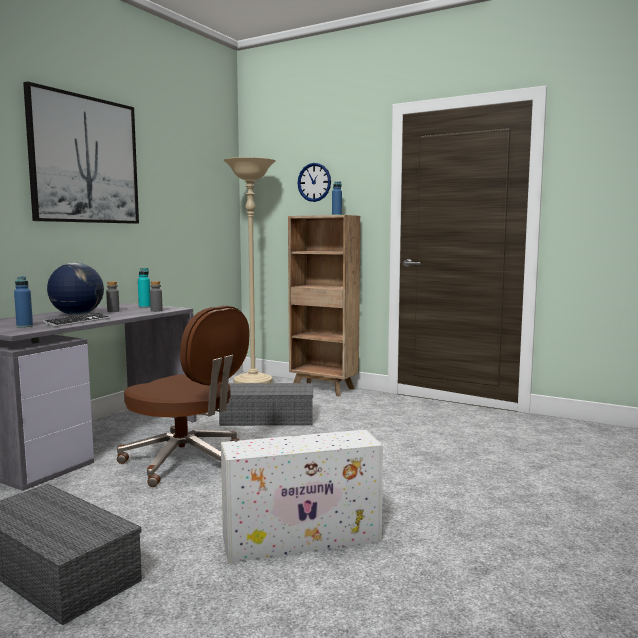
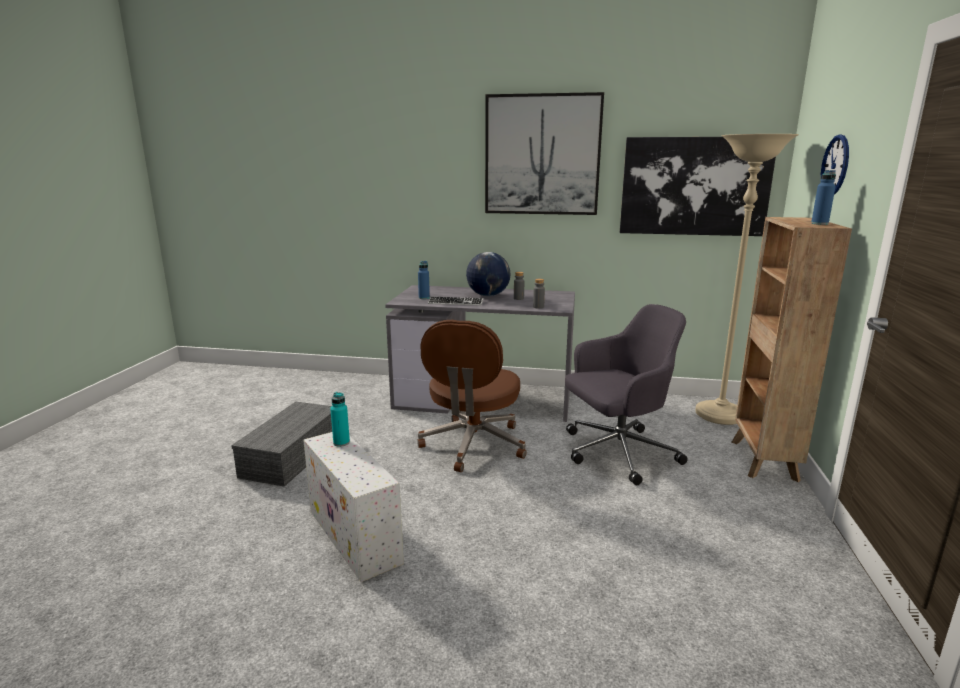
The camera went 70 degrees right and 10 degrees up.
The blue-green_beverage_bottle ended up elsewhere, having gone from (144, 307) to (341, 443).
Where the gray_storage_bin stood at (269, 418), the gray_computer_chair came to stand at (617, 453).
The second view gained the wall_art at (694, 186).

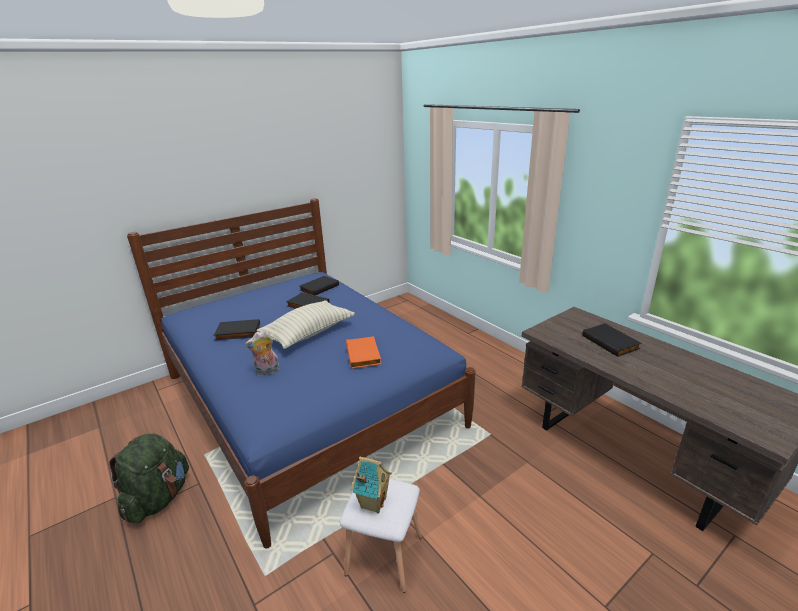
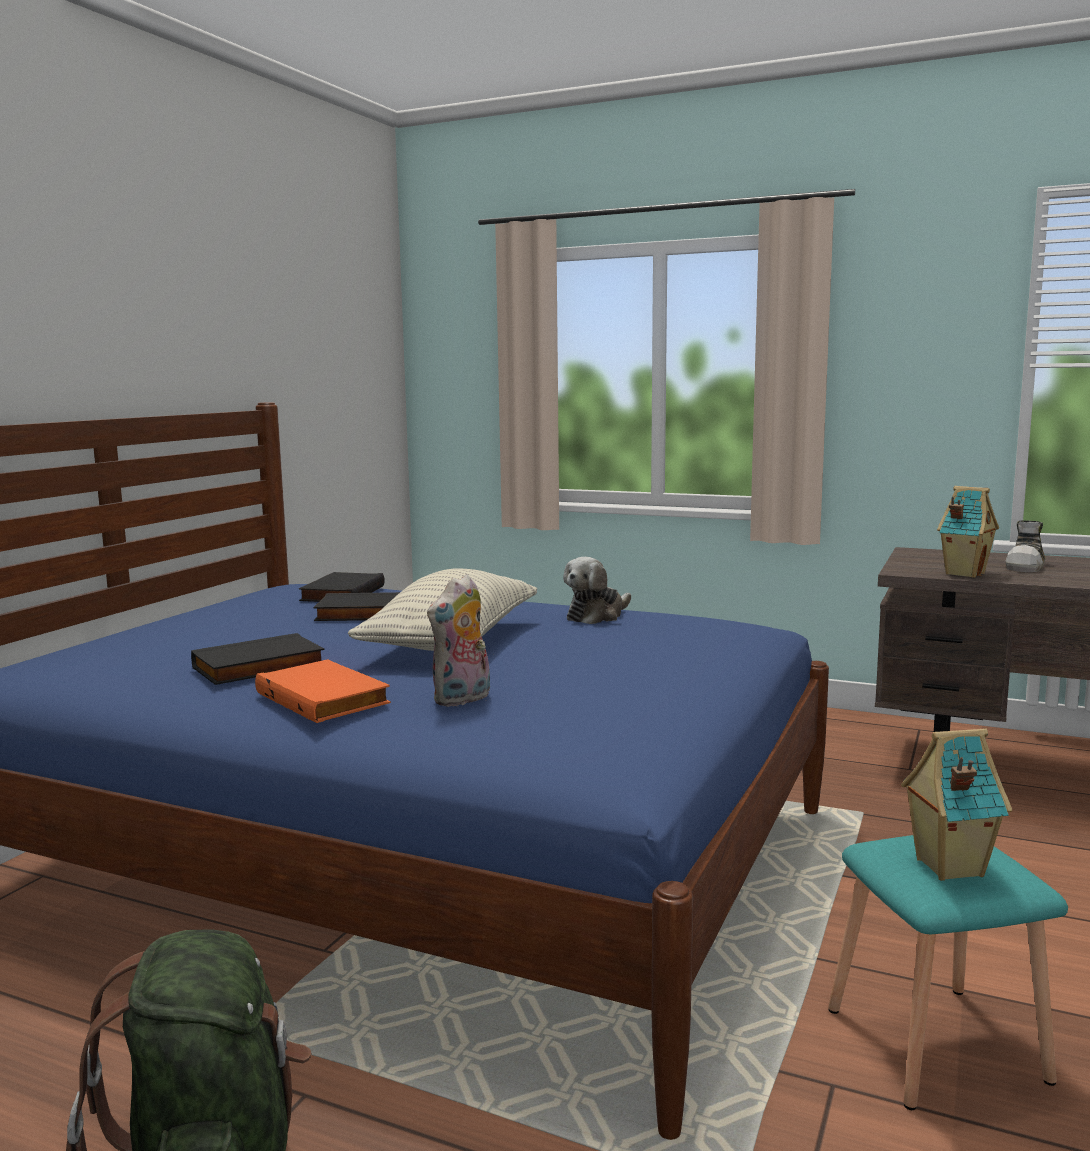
The camera went 30 degrees left and 15 degrees down.
The orange-coloured_book ended up elsewhere, having gone from (364, 354) to (325, 698).
The second view gained the cuddly_toy at (597, 616).
What was the white-coloured_stool_seat at (385, 554) turned into the blue-green_stool_seat at (937, 1042).
The second view gained the toy_house at (964, 573).
Where the black_book stood at (611, 342), the shoe came to stand at (1026, 566).

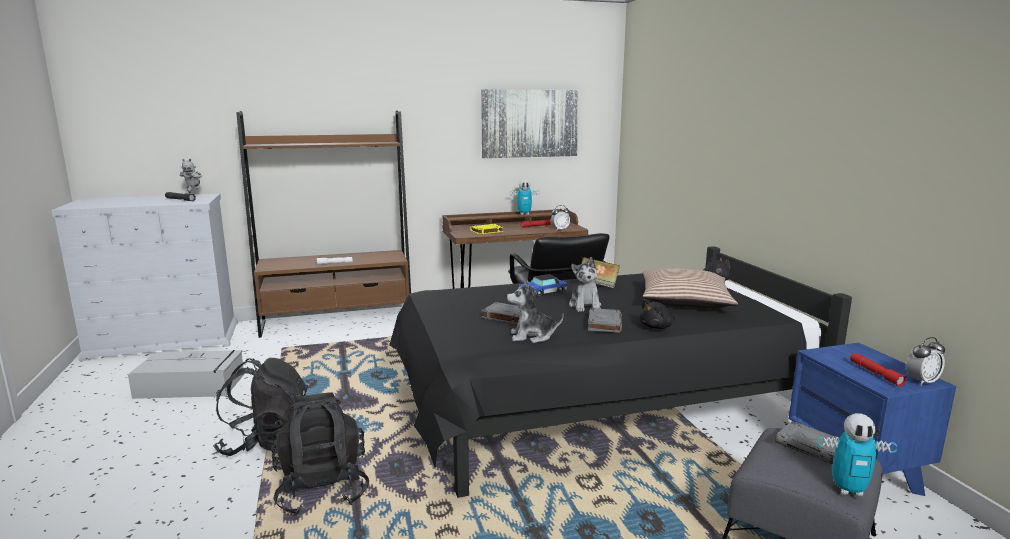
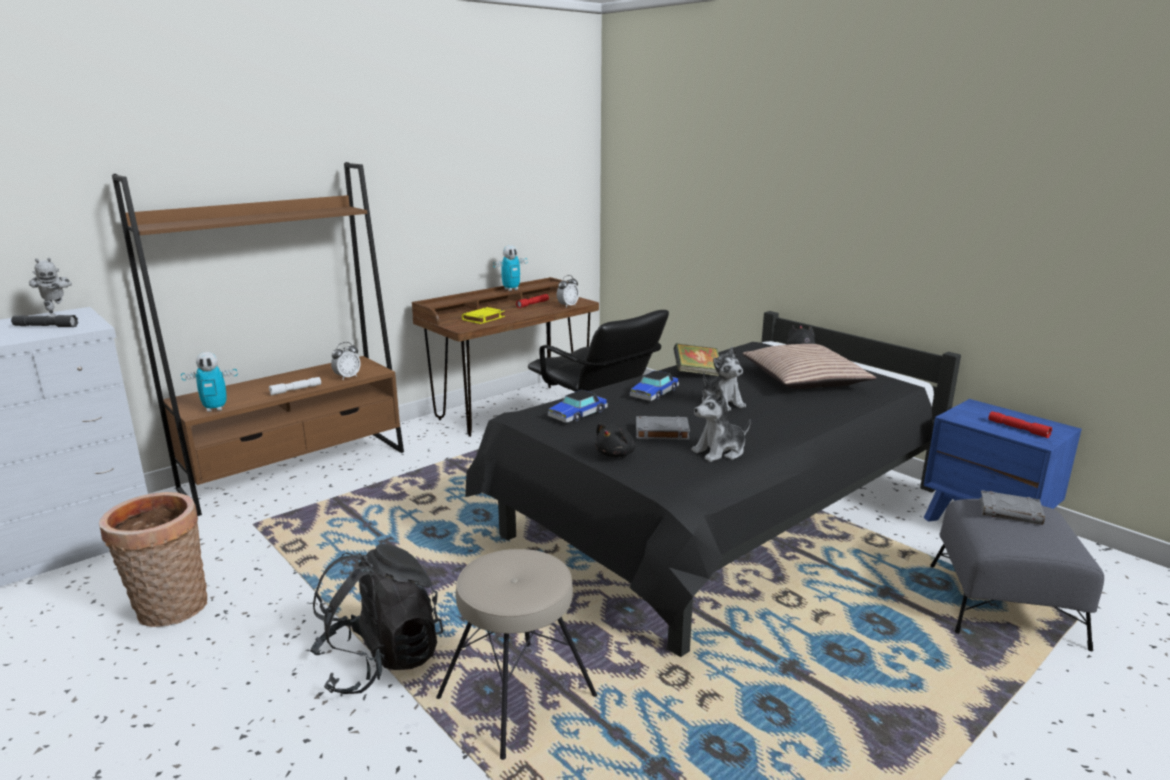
The camera went 25 degrees left and 5 degrees up.
Where the gray_storage_bin stood at (192, 385), the storage_basket came to stand at (170, 611).
The model_robot ended up elsewhere, having gone from (849, 490) to (215, 409).
The alarm_clock ended up elsewhere, having gone from (922, 381) to (347, 377).
Where the black_rucksack stood at (322, 489), the beige-coloured_stool_seat came to stand at (518, 697).
The second view gained the miniature_car at (578, 414).
The black_cuddly_toy ended up elsewhere, having gone from (657, 327) to (616, 454).
The second view lost the wall_art at (530, 123).
The second view lost the gray_book at (604, 324).

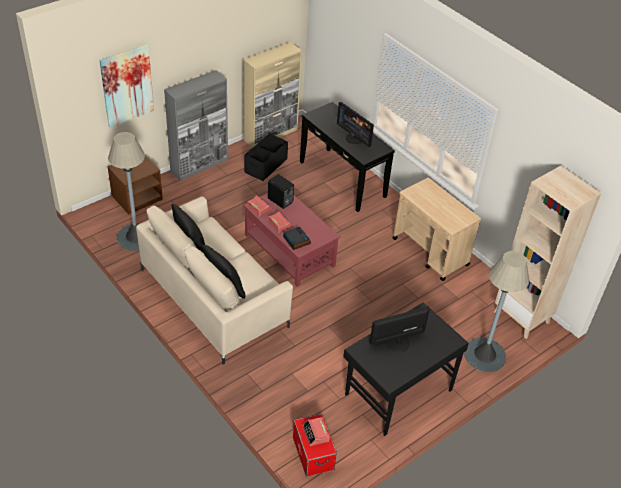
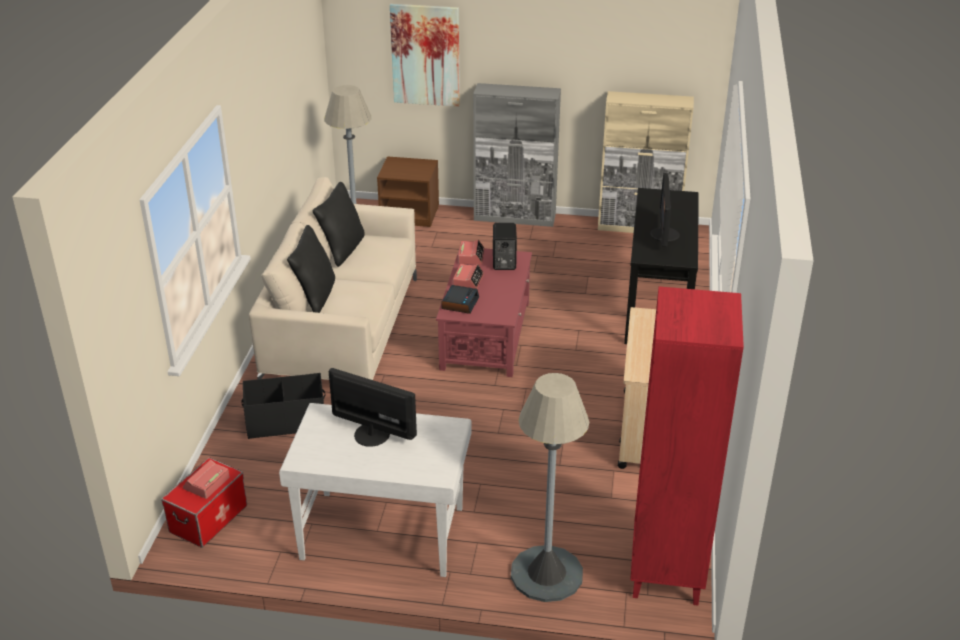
The camera went 50 degrees right and 10 degrees down.
The black_storage_bin ended up elsewhere, having gone from (265, 166) to (286, 421).
What was the black_desk_unit at (397, 392) turned into the white-coloured_desk_unit at (382, 532).
What was the beige-coloured_shelving_unit at (522, 317) turned into the red-coloured_shelving_unit at (667, 573).

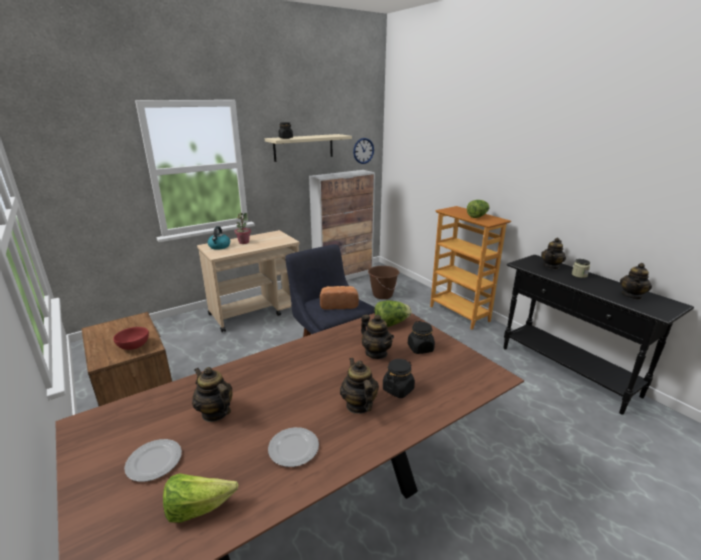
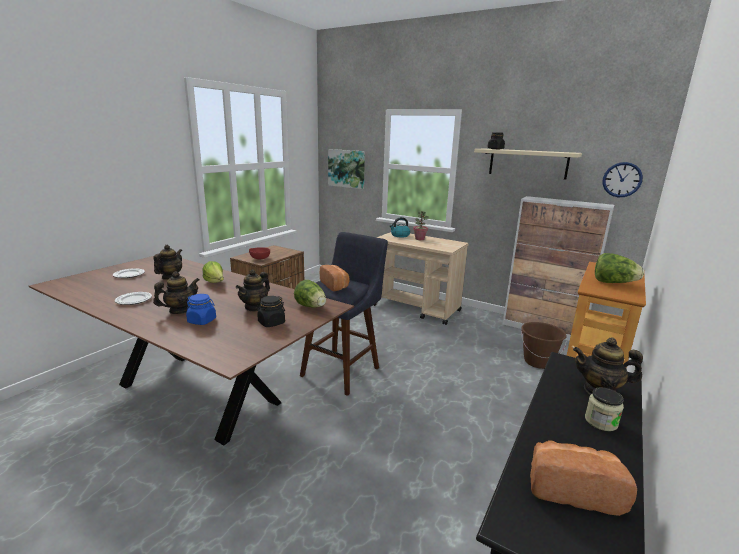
The camera went 65 degrees right and 5 degrees down.
What was the black_preserve_jar at (398, 389) turned into the blue_preserve_jar at (202, 321).
The head_of_lettuce ended up elsewhere, having gone from (198, 508) to (215, 283).
The second view gained the wall_art at (347, 168).
Where the pot_for_tea stood at (632, 296), the bread came to stand at (572, 489).

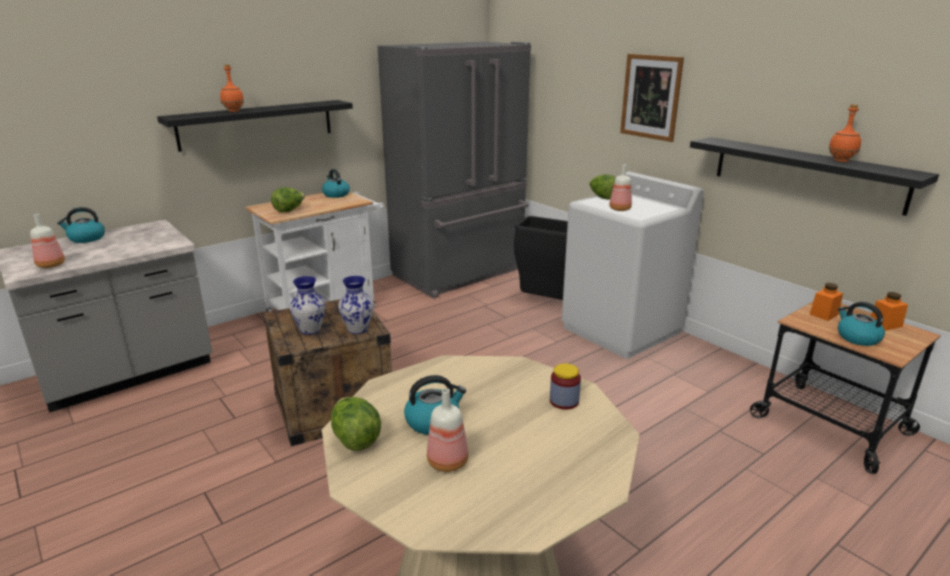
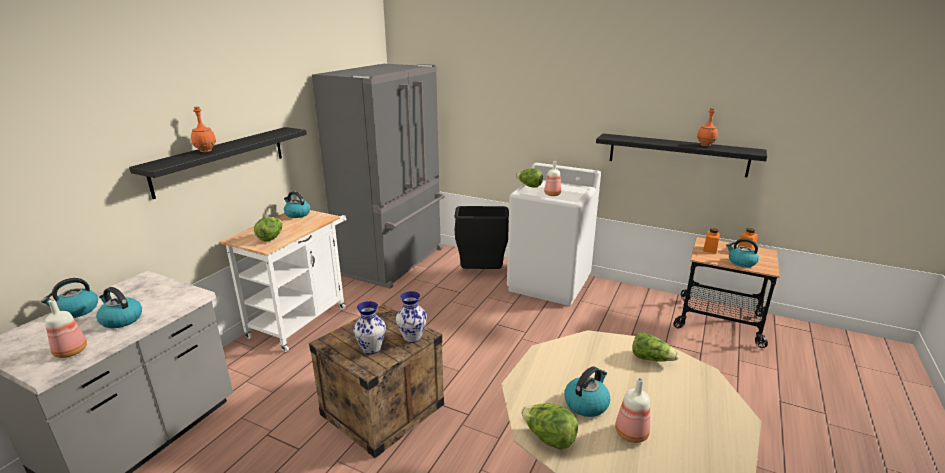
The camera went 25 degrees left and 0 degrees up.
The second view gained the water_kettle at (121, 320).
Where the preserve_jar stood at (564, 401), the head_of_lettuce came to stand at (651, 358).
The second view lost the wall_art at (651, 97).

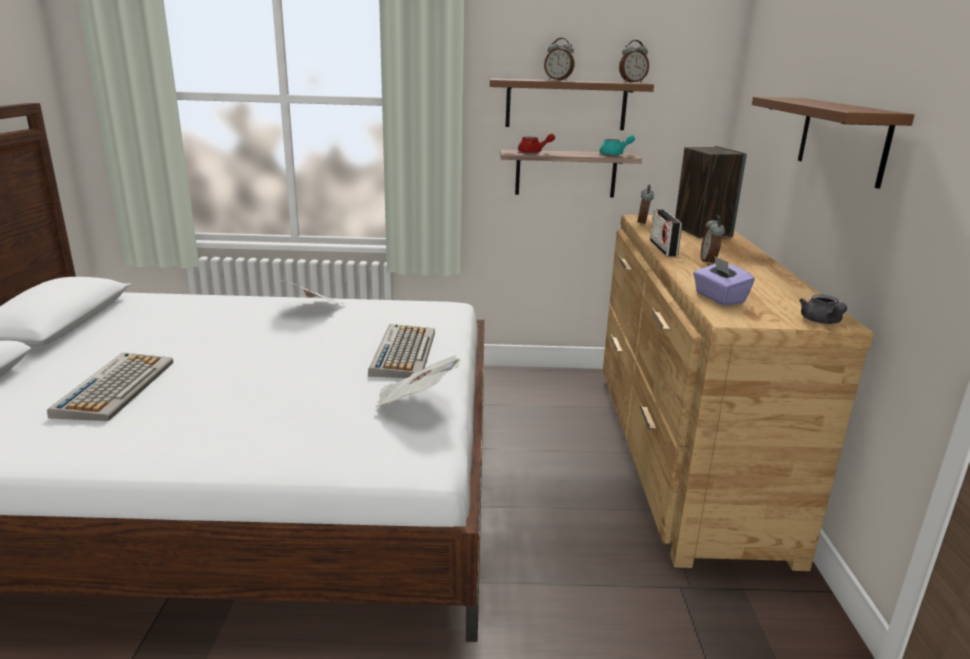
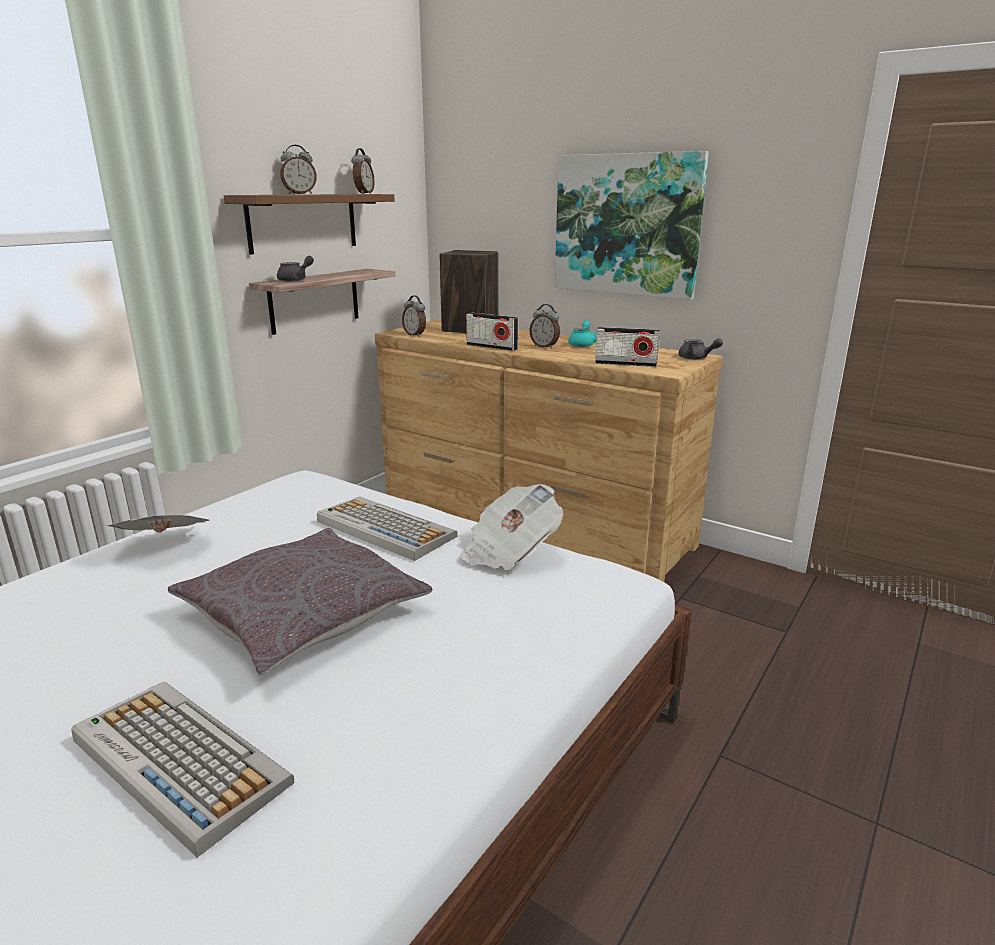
The camera went 55 degrees left and 0 degrees up.
The second view gained the gray_pillow at (303, 614).
What was the red-coloured_pot_for_tea at (533, 152) turned into the gray_pot_for_tea at (296, 280).
Where the brownish_bracket_shelf hung at (842, 139), the wall_art came to hang at (627, 225).
The blue-green_pot_for_tea ended up elsewhere, having gone from (615, 154) to (582, 344).
Where the purple_box_of_tissues stood at (719, 298), the radio came to stand at (625, 364).

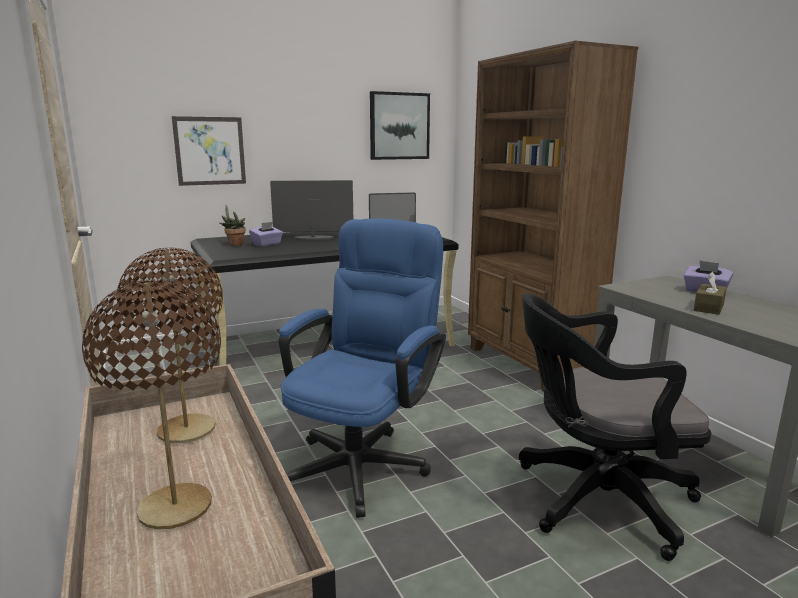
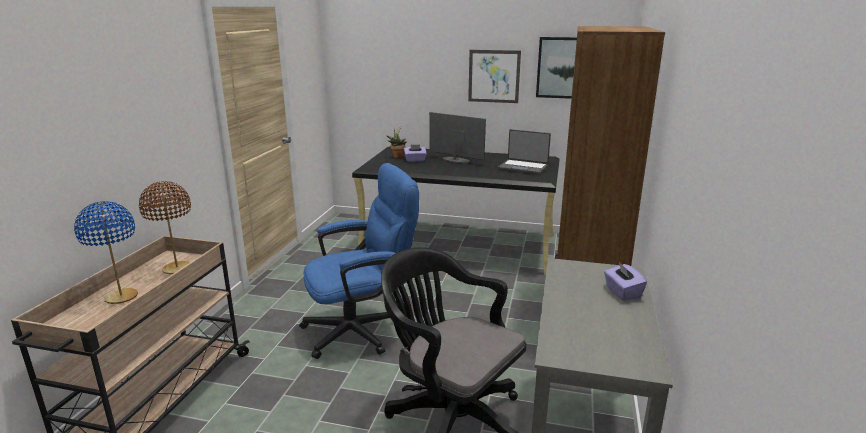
The camera went 40 degrees right and 5 degrees up.
What was the brownish_tabletop_lamp at (174, 508) turned into the blue_tabletop_lamp at (121, 297).
The wall_art ended up elsewhere, having gone from (210, 151) to (494, 76).
The second view lost the brownish_box_of_tissues at (708, 307).

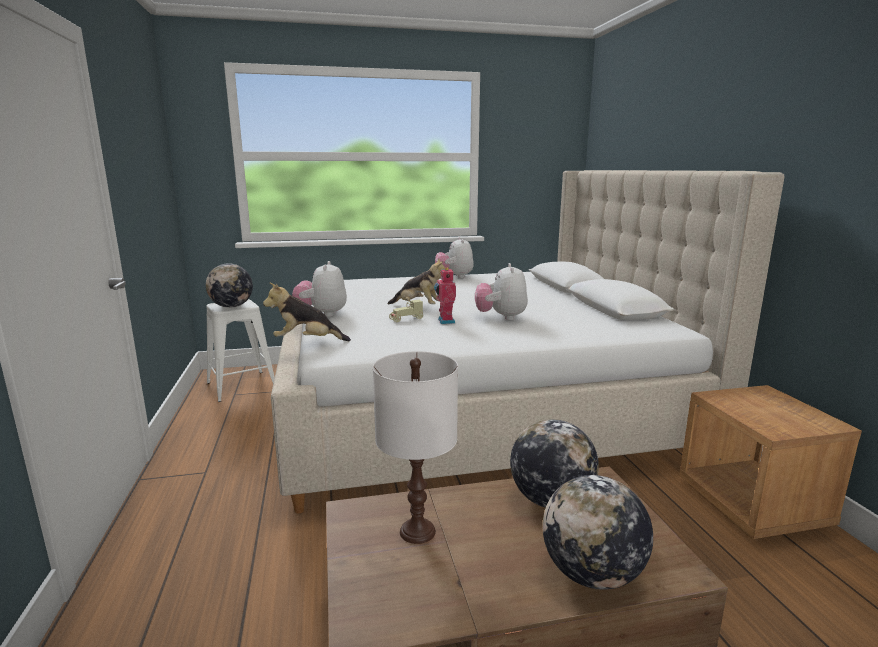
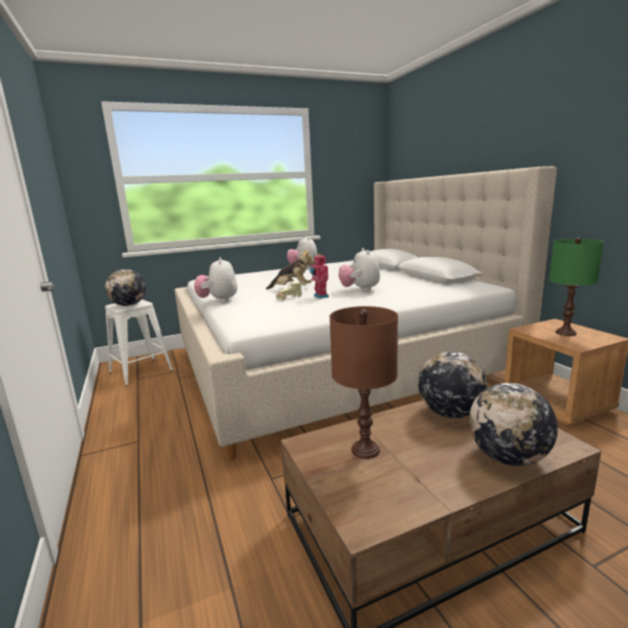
The camera went 10 degrees left and 0 degrees up.
What was the white-coloured_tabletop_lamp at (417, 532) turned into the brownish_tabletop_lamp at (365, 450).
The second view gained the green-coloured_tabletop_lamp at (565, 333).
The second view lost the cuddly_toy at (307, 341).

